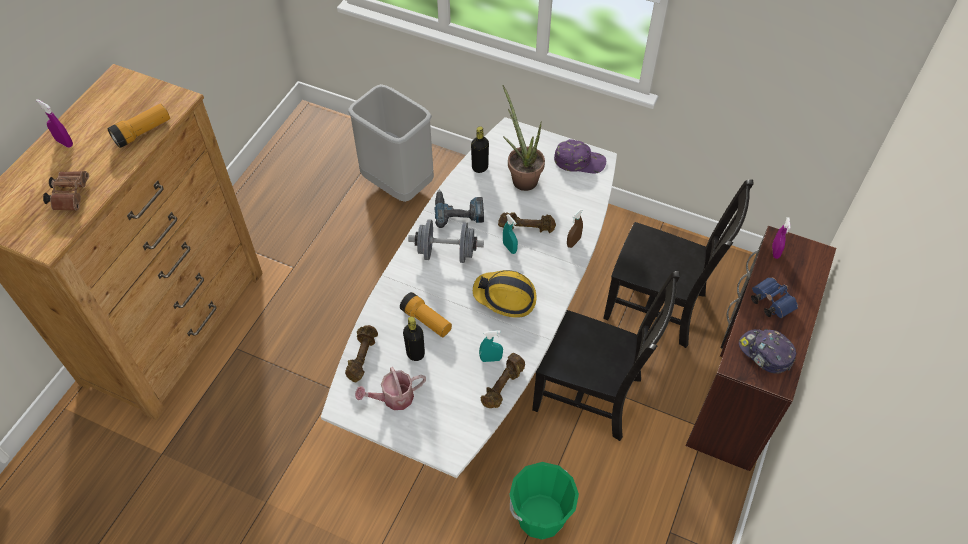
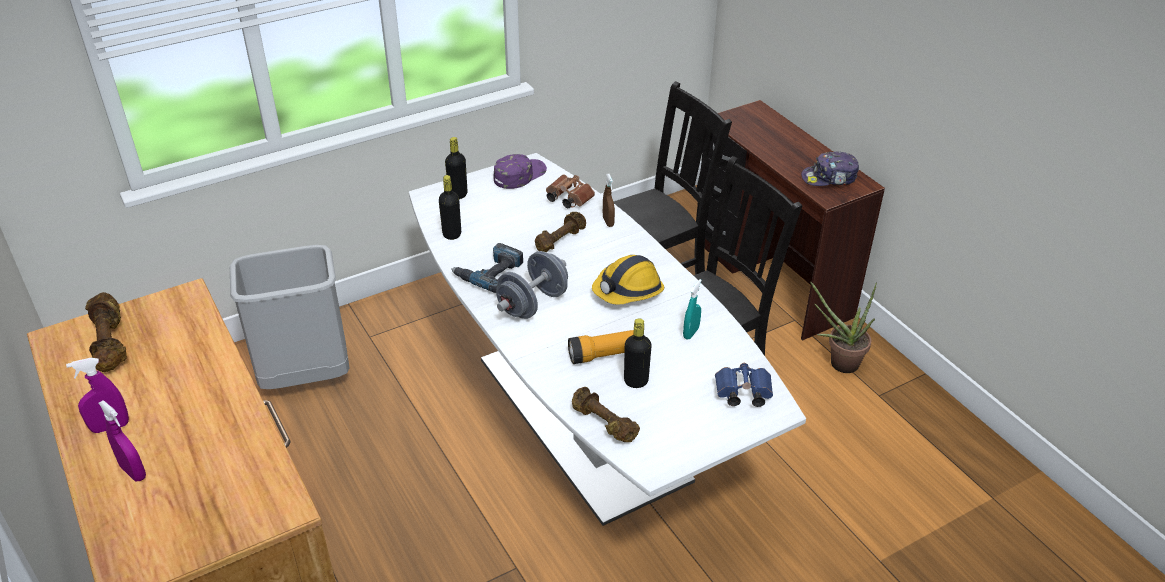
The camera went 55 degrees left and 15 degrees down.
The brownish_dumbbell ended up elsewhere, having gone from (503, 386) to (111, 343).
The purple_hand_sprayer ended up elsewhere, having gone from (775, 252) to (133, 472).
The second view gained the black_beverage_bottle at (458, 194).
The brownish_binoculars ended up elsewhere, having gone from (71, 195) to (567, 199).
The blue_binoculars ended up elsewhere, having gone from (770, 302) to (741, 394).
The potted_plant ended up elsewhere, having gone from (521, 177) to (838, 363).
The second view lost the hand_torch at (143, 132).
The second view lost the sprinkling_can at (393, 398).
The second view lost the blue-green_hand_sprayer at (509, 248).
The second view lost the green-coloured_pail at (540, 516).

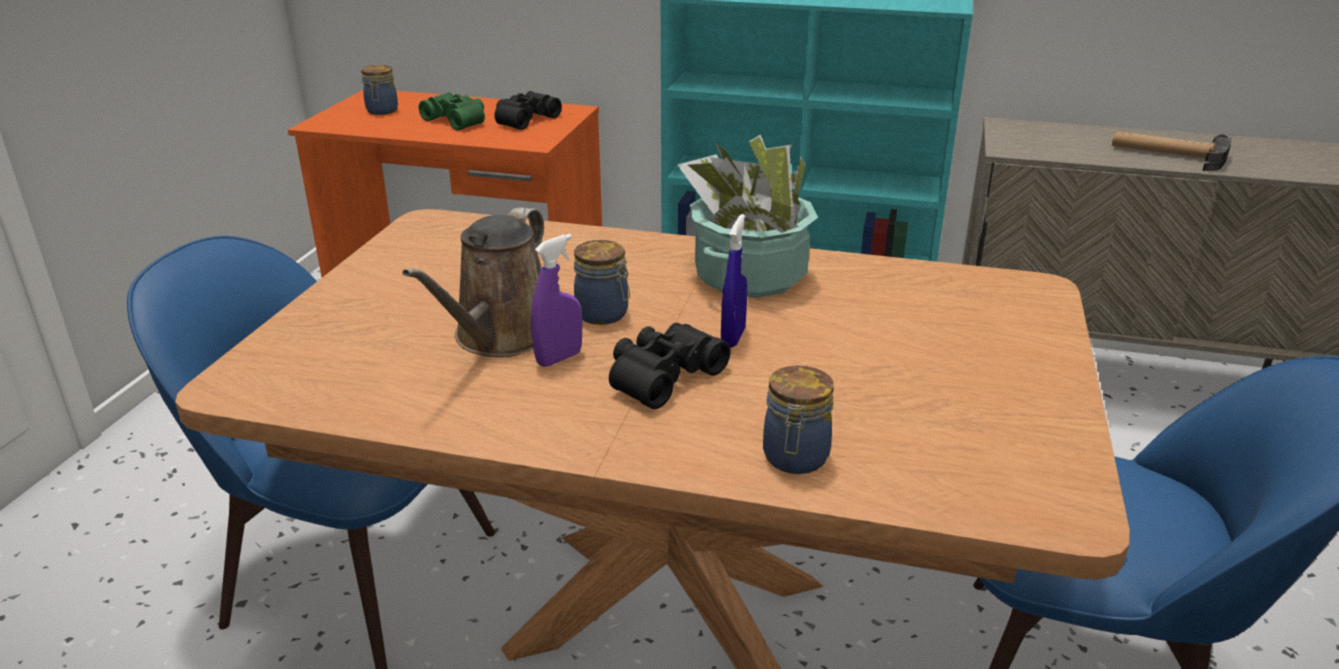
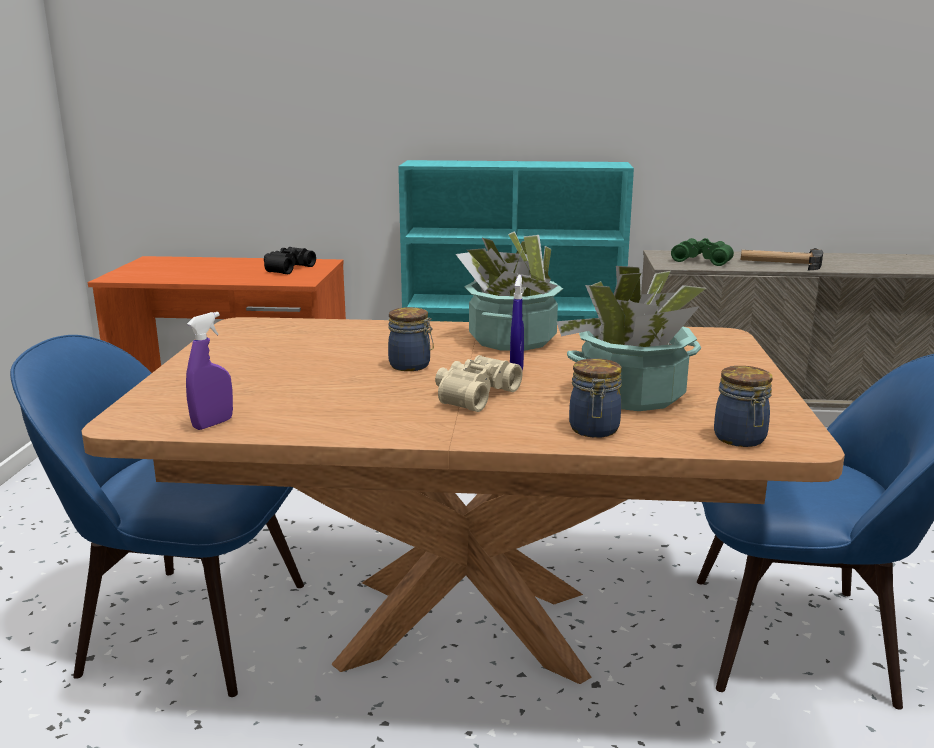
The camera went 10 degrees left and 10 degrees down.
The purple_hand_sprayer ended up elsewhere, having gone from (559, 358) to (213, 424).
What was the black_binoculars at (661, 376) turned into the beige-coloured_binoculars at (472, 395).
The second view gained the potted_plant at (631, 395).
The green-coloured_binoculars ended up elsewhere, having gone from (458, 120) to (703, 260).
The preserve_jar ended up elsewhere, having gone from (382, 111) to (740, 439).
The second view lost the brownish_sprinkling_can at (501, 337).

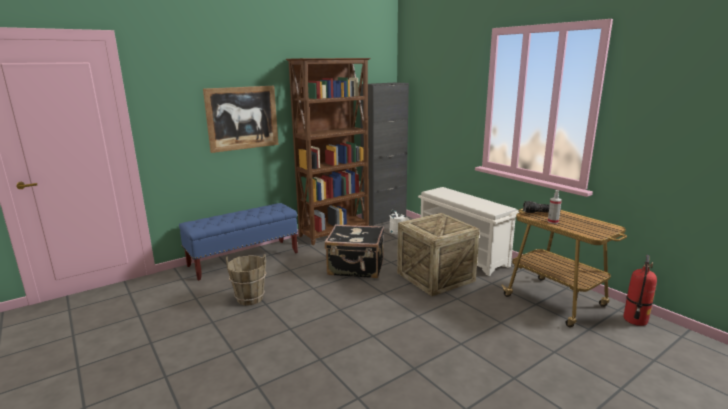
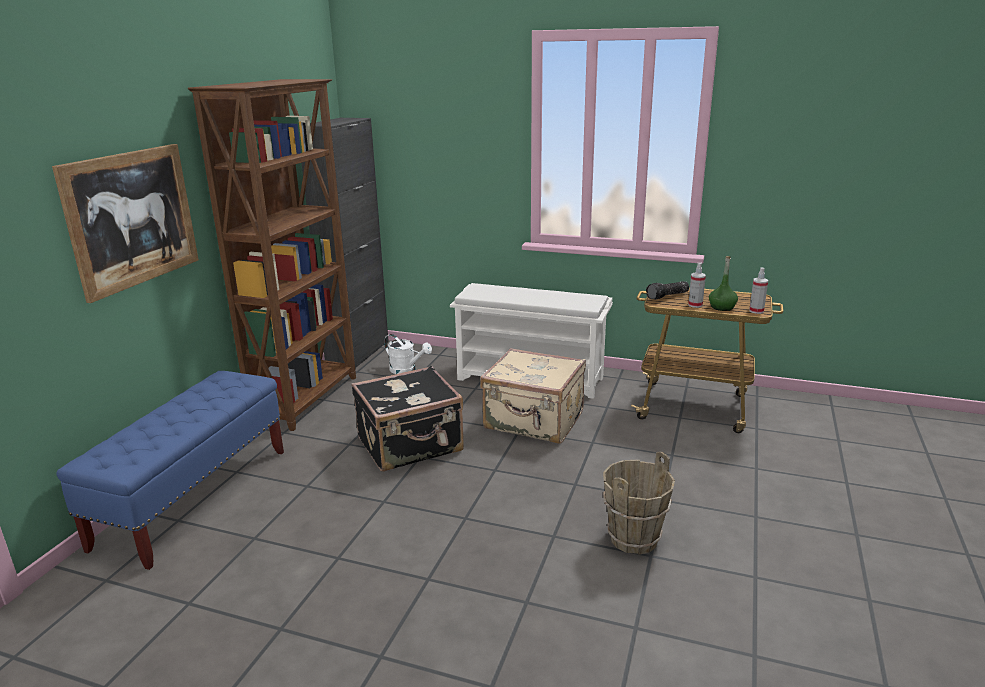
The camera went 35 degrees left and 5 degrees up.
Where the packing_crate stood at (435, 277), the beige-coloured_piece_of_luggage came to stand at (534, 422).
The brownish_pail ended up elsewhere, having gone from (250, 298) to (633, 539).
The second view gained the green-coloured_beverage_bottle at (722, 307).
The second view gained the hand_sprayer at (756, 311).
The second view lost the extinguisher at (635, 320).

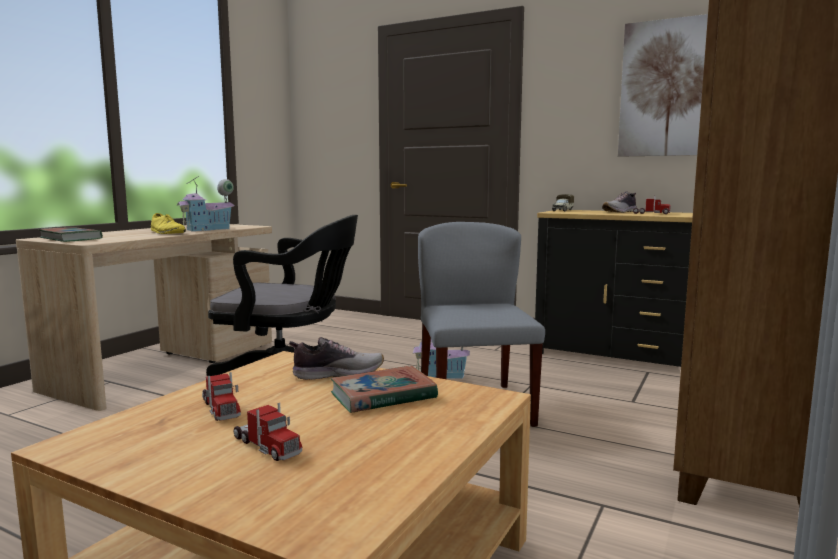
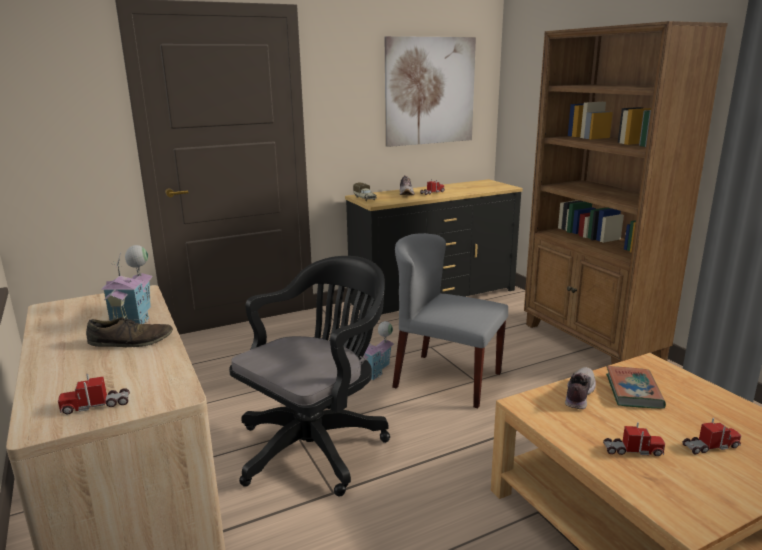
The camera went 55 degrees left and 10 degrees up.
Where the book stood at (71, 238), the toy_lorry came to stand at (96, 405).
What was the yellowish_shoe at (167, 232) turned into the brownish_shoe at (131, 341).

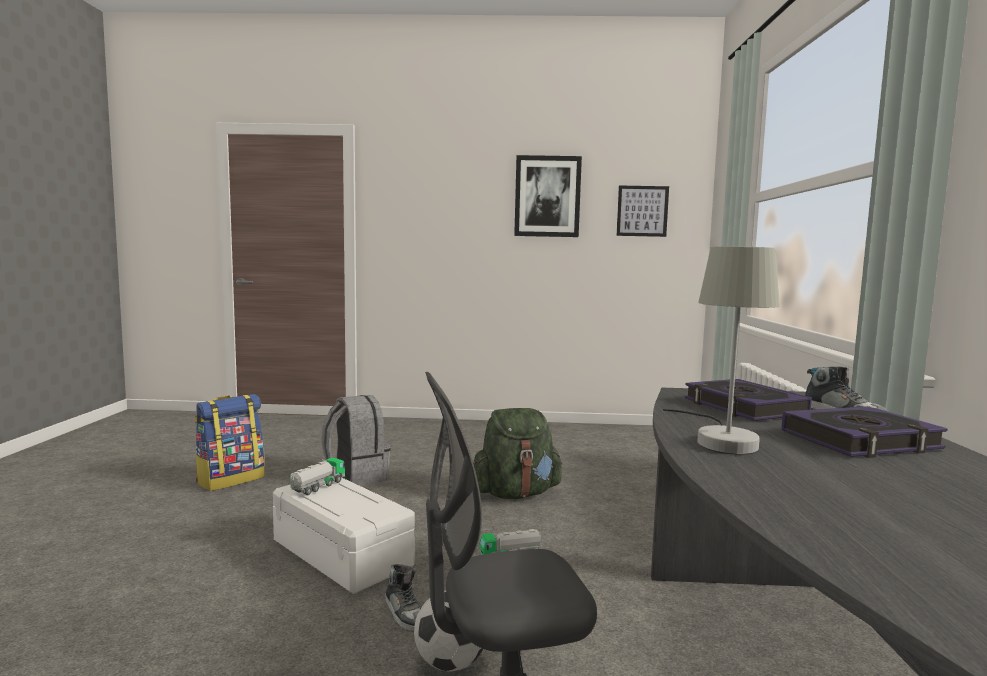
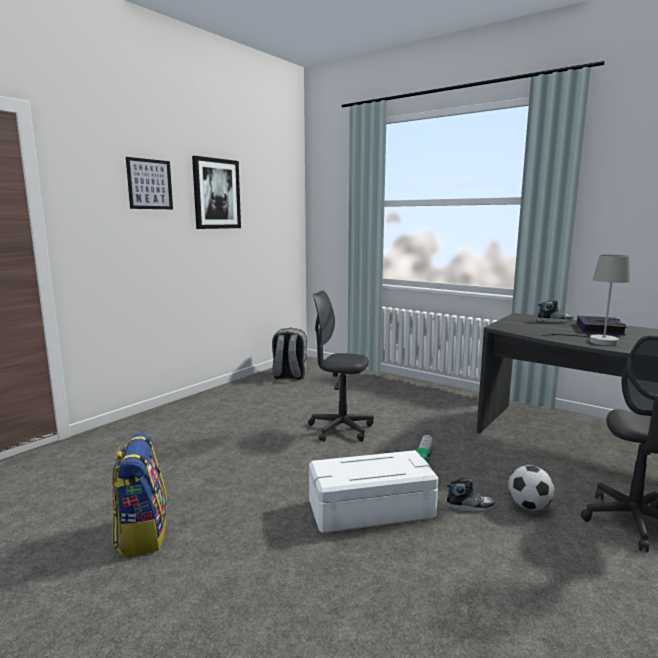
The camera went 55 degrees left and 5 degrees up.
The wall_art ended up elsewhere, having gone from (642, 211) to (149, 184).
The gray_rucksack ended up elsewhere, having gone from (355, 476) to (289, 376).
Where the green-coloured_rucksack stood at (515, 494), the gray_computer_chair came to stand at (340, 429).
The second view lost the toy_lorry at (318, 487).
The second view lost the book at (744, 407).

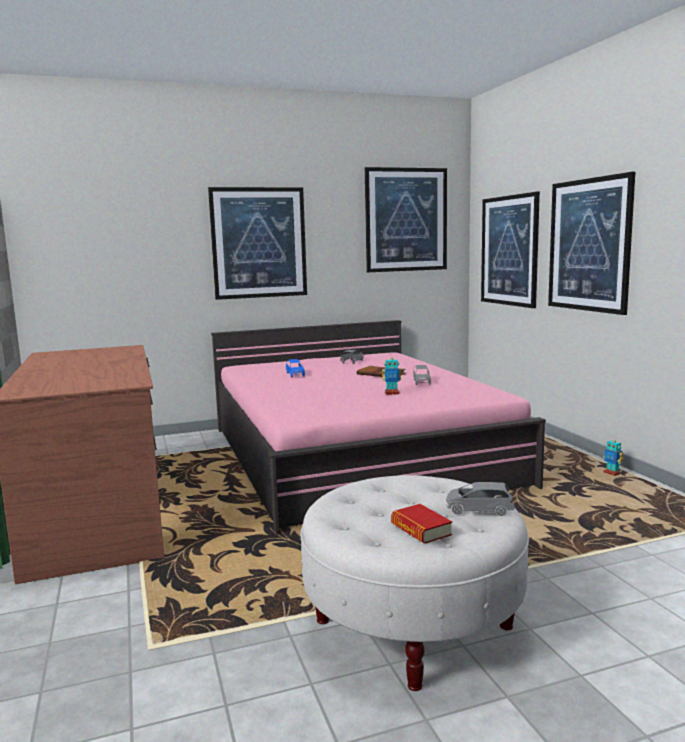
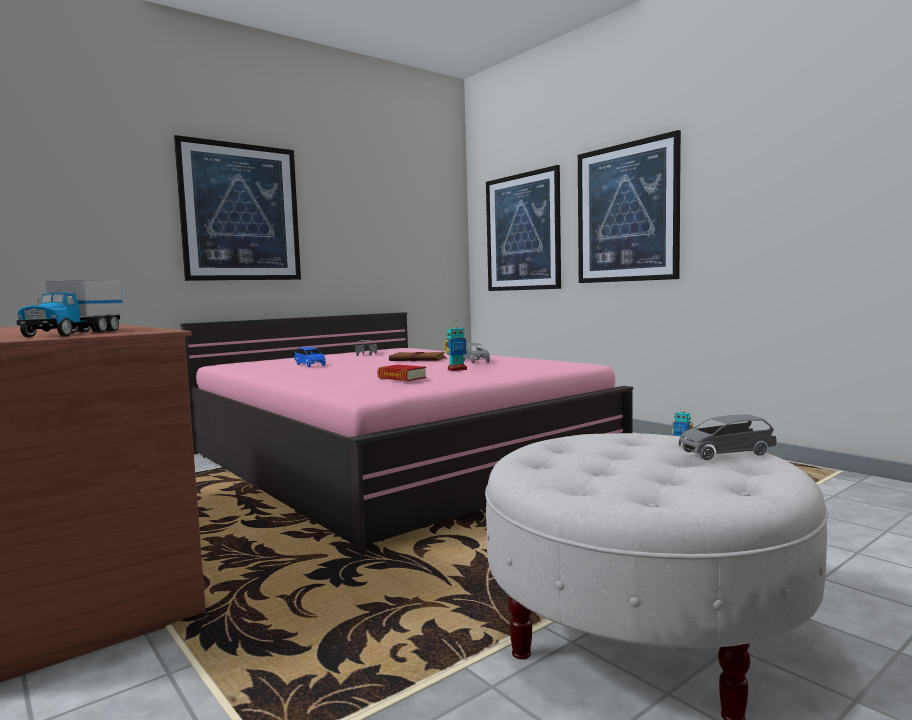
The camera went 20 degrees left and 5 degrees down.
The second view gained the toy_lorry at (75, 333).
The book ended up elsewhere, having gone from (421, 529) to (402, 378).
The second view lost the wall_art at (406, 220).

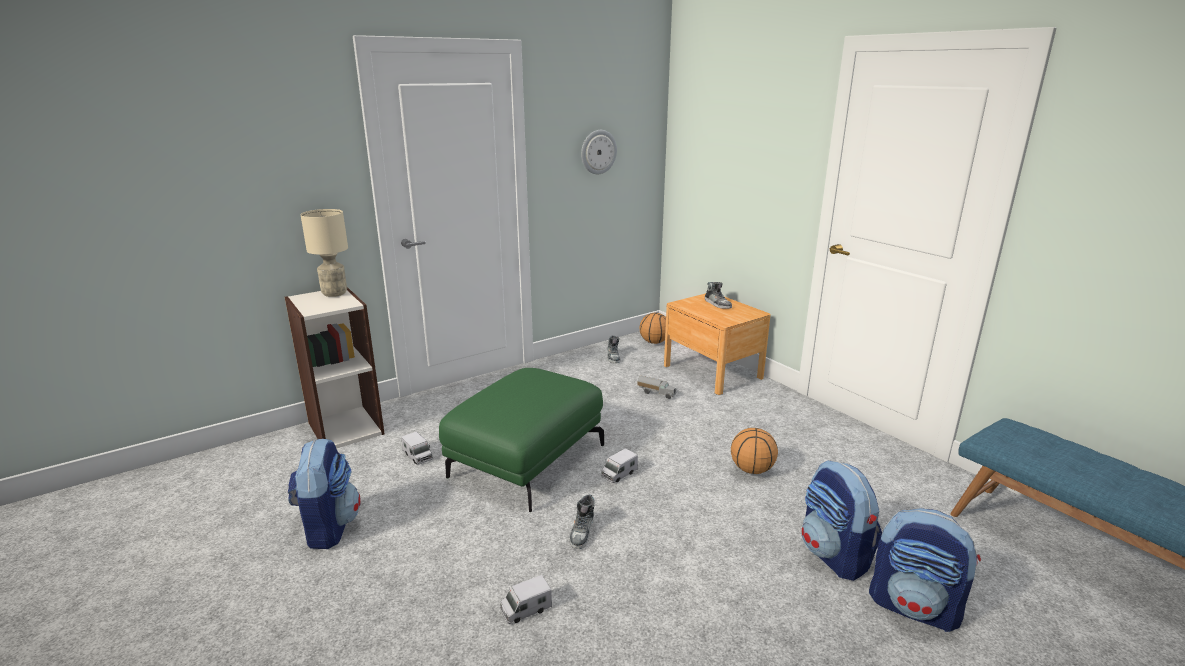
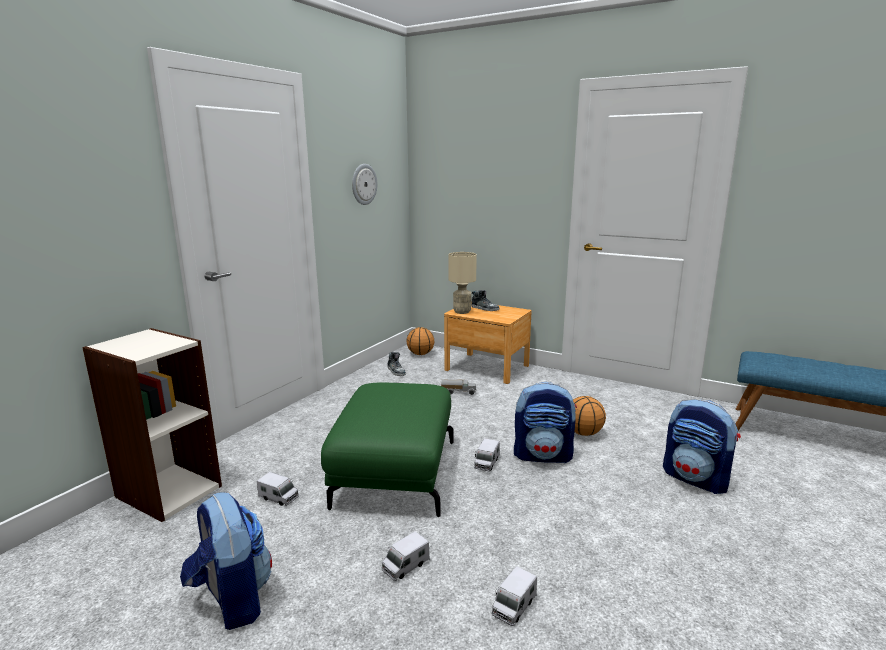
The camera went 25 degrees left and 5 degrees down.
The second view gained the toy_lorry at (405, 566).
The beige-coloured_tabletop_lamp ended up elsewhere, having gone from (334, 293) to (462, 312).
The rucksack ended up elsewhere, having gone from (914, 607) to (543, 455).
The second view lost the shoe at (582, 532).

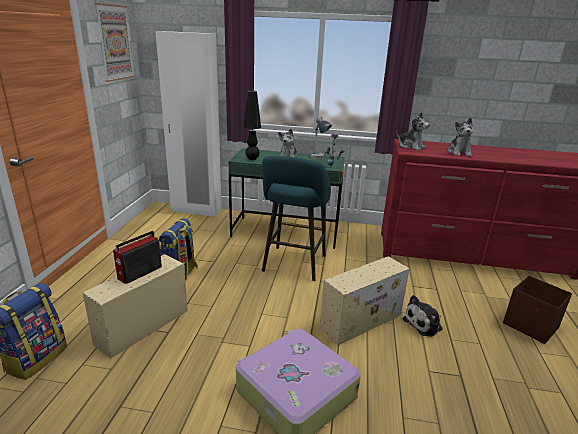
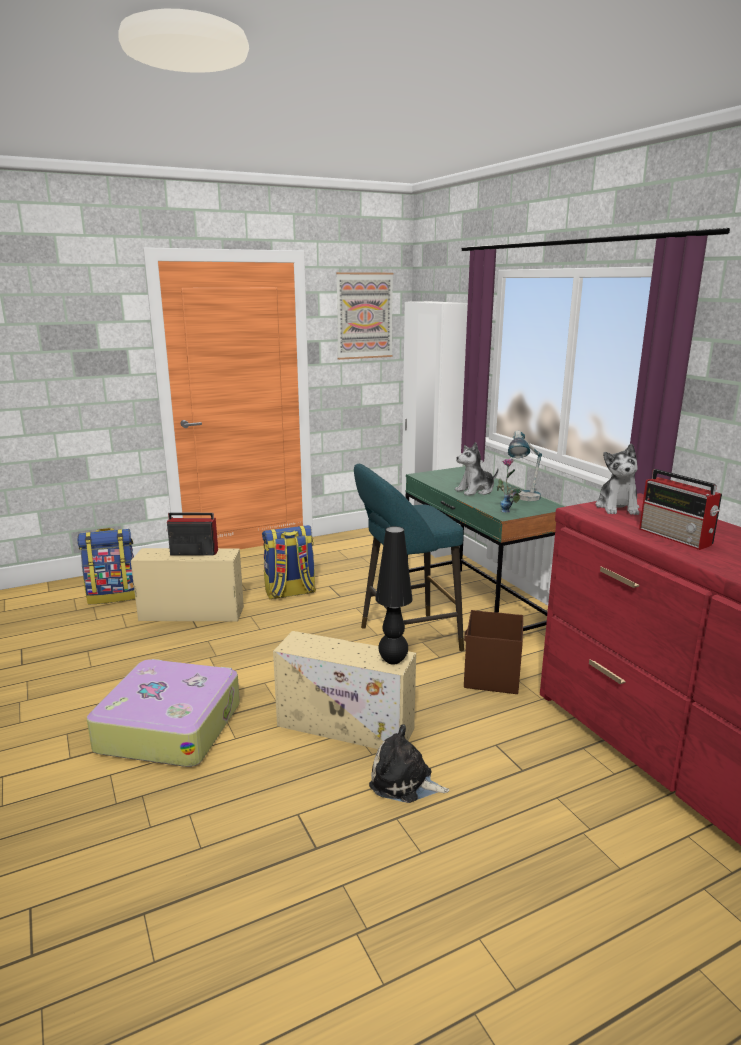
The camera went 55 degrees right and 5 degrees down.
The black_tabletop_lamp ended up elsewhere, having gone from (252, 159) to (393, 661).
The brownish_storage_bin ended up elsewhere, having gone from (531, 326) to (491, 677).
Where the cuddly_toy stood at (459, 153), the radio came to stand at (676, 537).

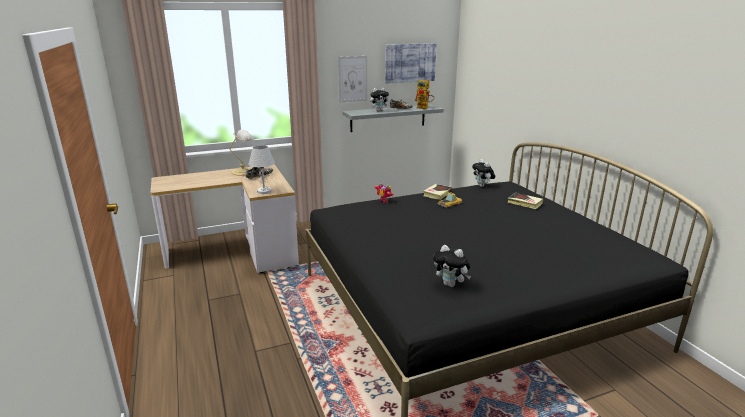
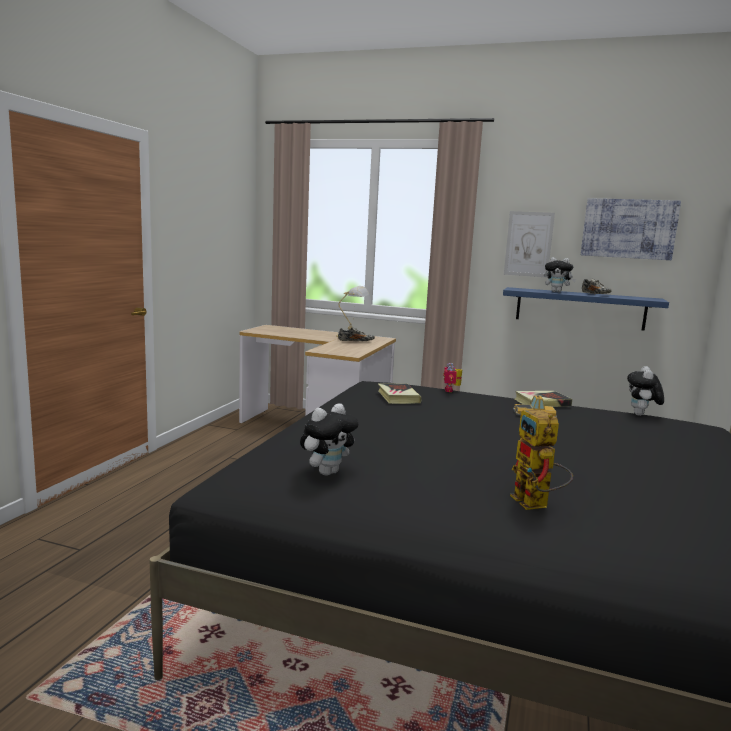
The camera went 40 degrees right and 10 degrees down.
The cuddly_toy at (451, 284) ended up facing another way, 120 degrees counterclockwise from before.
The book ended up elsewhere, having gone from (524, 203) to (398, 397).
What was the gray_bracket_shelf at (388, 118) turned into the blue_bracket_shelf at (580, 308).
The model_robot ended up elsewhere, having gone from (425, 108) to (536, 505).
The second view lost the white-coloured_tabletop_lamp at (264, 191).

